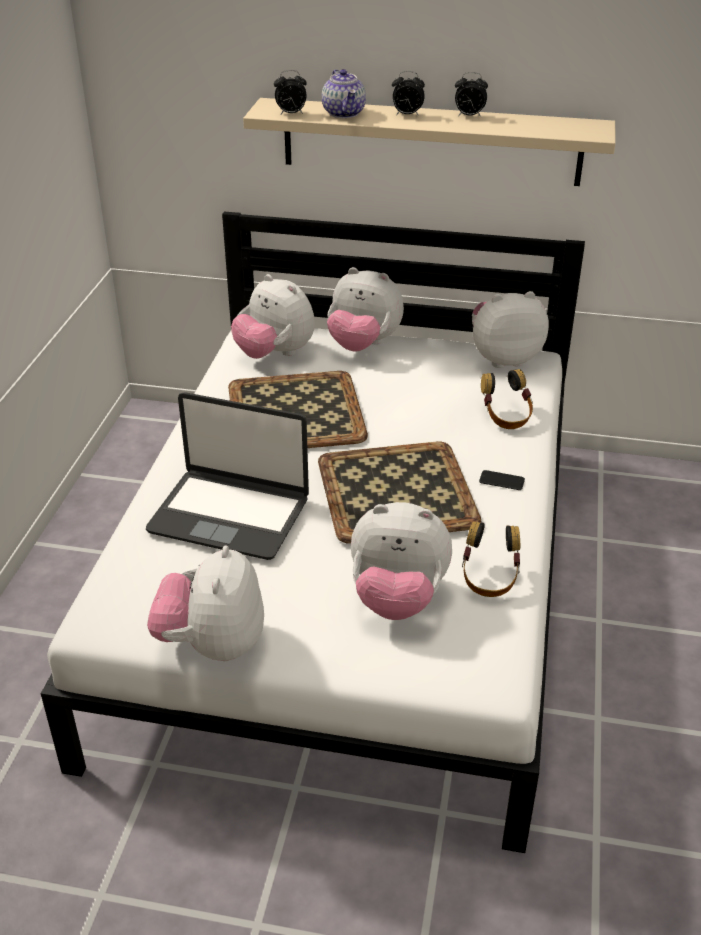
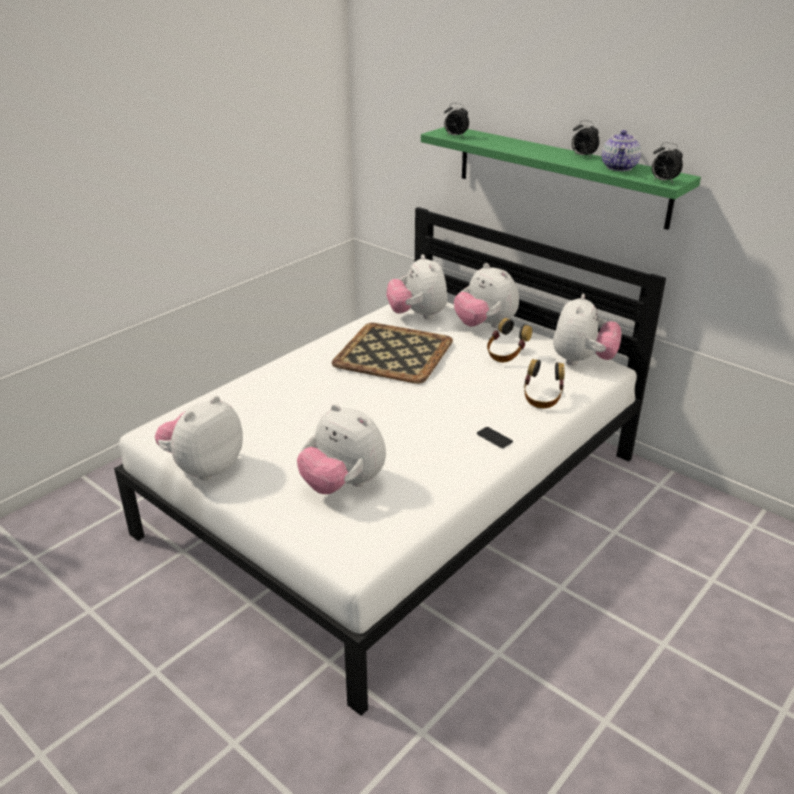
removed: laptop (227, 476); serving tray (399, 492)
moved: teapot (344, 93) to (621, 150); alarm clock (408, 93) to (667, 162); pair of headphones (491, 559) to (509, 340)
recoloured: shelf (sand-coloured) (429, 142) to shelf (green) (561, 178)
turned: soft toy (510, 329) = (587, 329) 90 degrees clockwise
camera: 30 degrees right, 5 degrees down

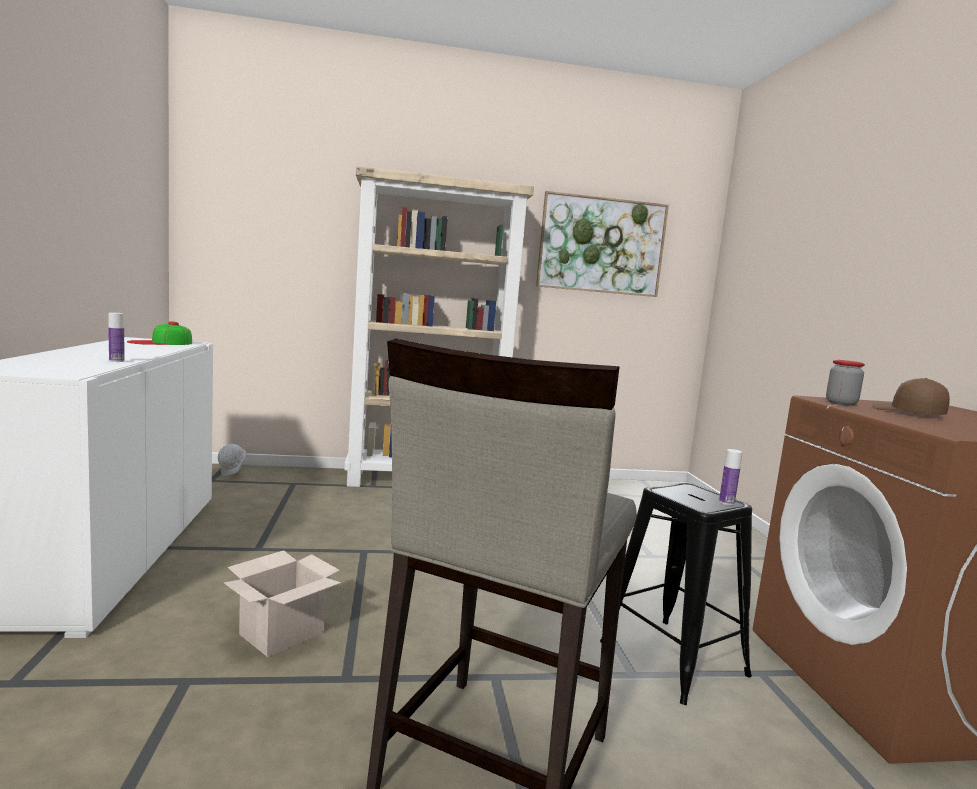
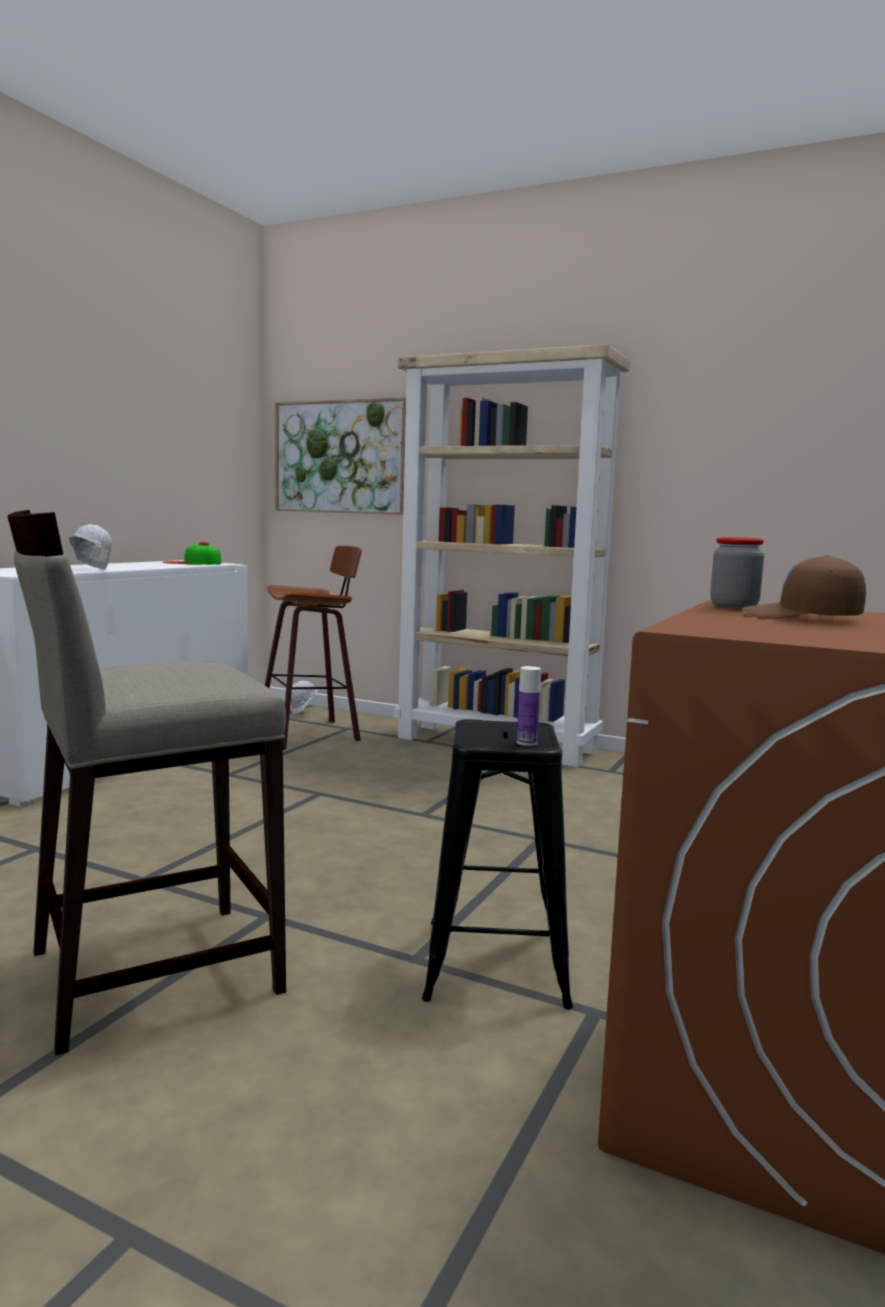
removed: carton (282, 603)
added: stool seat (313, 648)
moved: wall art (602, 244) to (340, 456)
replaced: drink bottle (116, 337) to work helmet (white) (90, 547)
turned: peaked cap (brown-coloured) (911, 396) = (804, 587) 75 degrees counterclockwise
camera: 35 degrees right, 0 degrees up

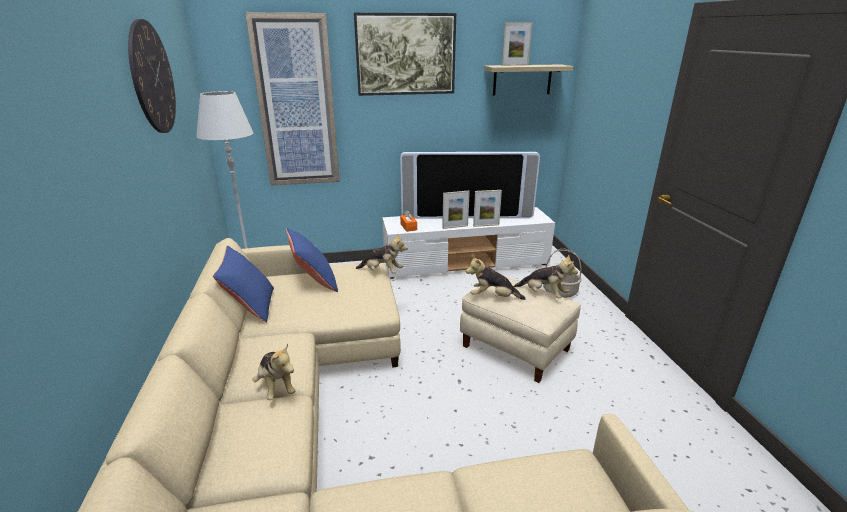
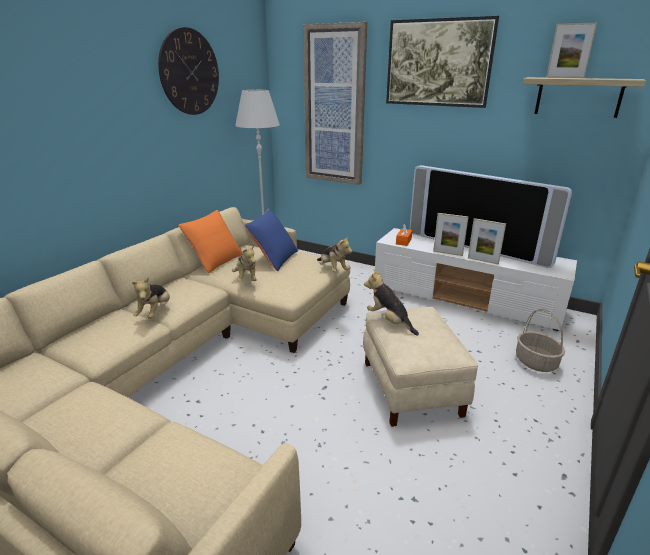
moved: soft toy (546, 276) to (244, 263)
recoloured: throw pillow (blue-coloured) (243, 284) to throw pillow (orangey) (210, 241)
camera: 40 degrees right, 0 degrees up

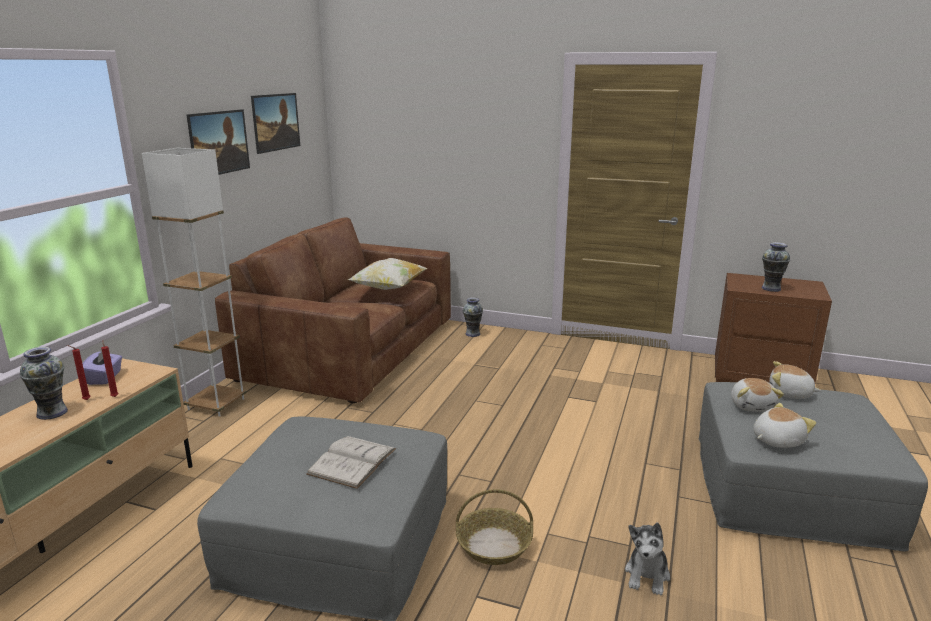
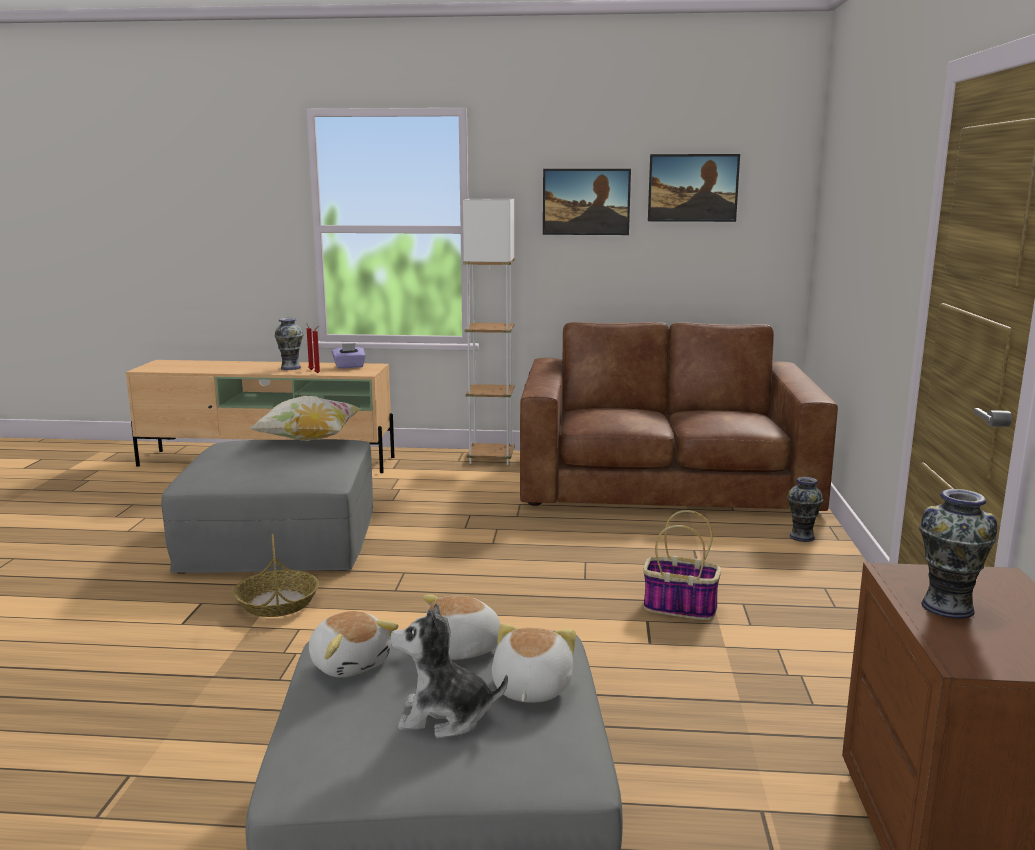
removed: bound book (white) (351, 462)
added: household basket (682, 565)
moved: throw pillow (387, 274) to (304, 418); soft toy (647, 559) to (449, 670)
camera: 75 degrees right, 5 degrees down

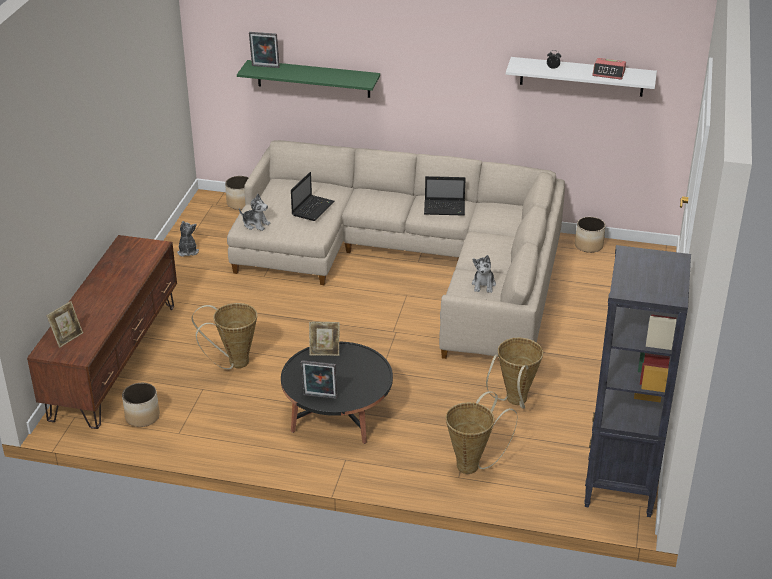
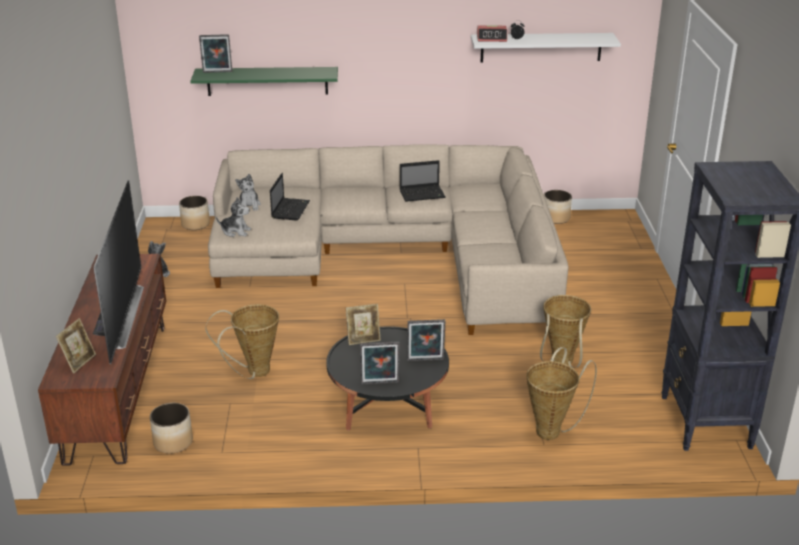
added: television (118, 272); standing frame (426, 340)
moved: soft toy (484, 274) to (248, 192); alarm clock (609, 69) to (492, 33)
camera: 15 degrees left, 5 degrees down

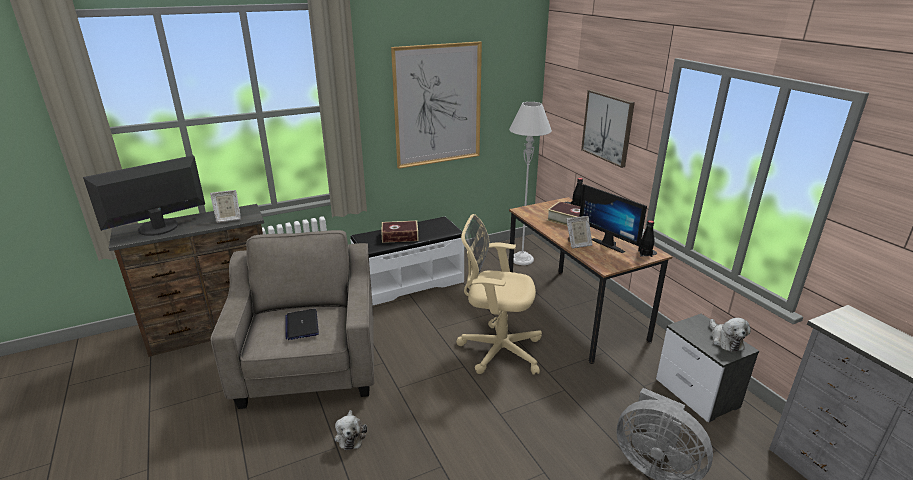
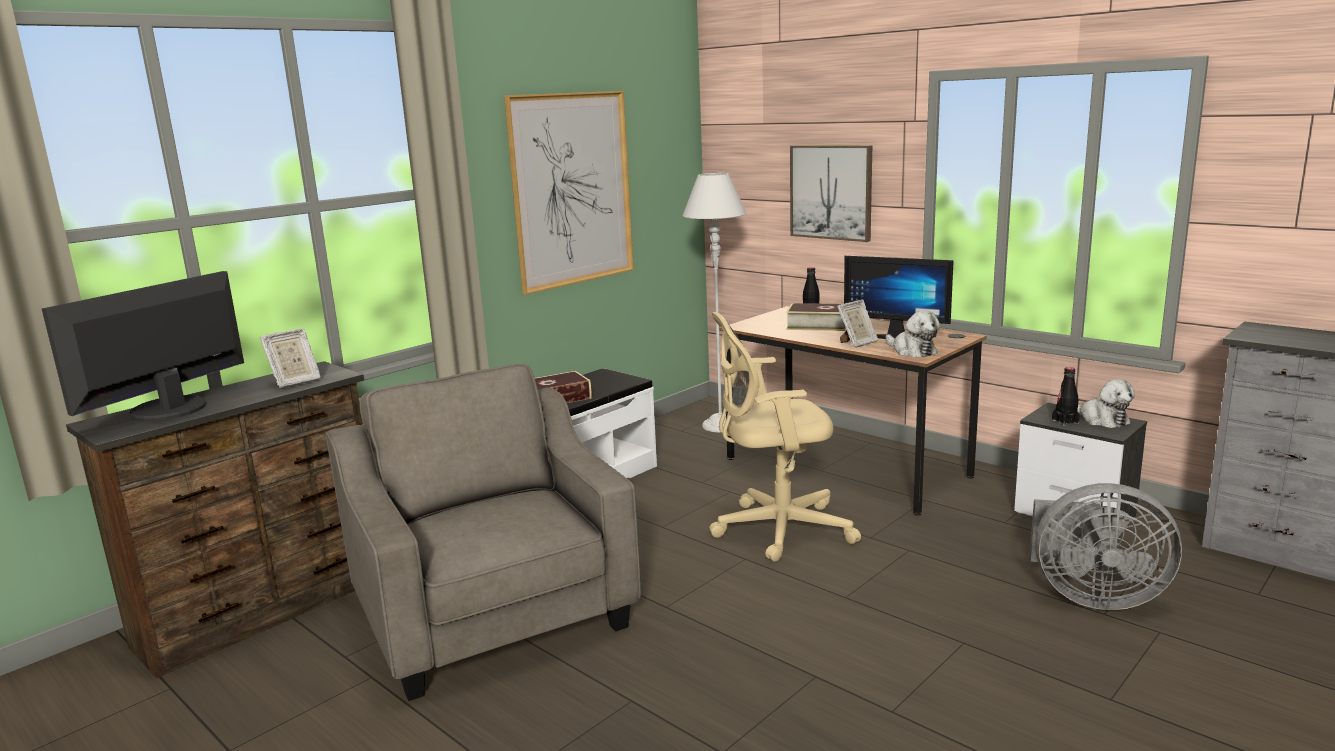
removed: laptop (302, 324)
moved: soft toy (350, 430) to (913, 334); drink bottle (black-coloured) (646, 238) to (1066, 396)
camera: 20 degrees left, 10 degrees down

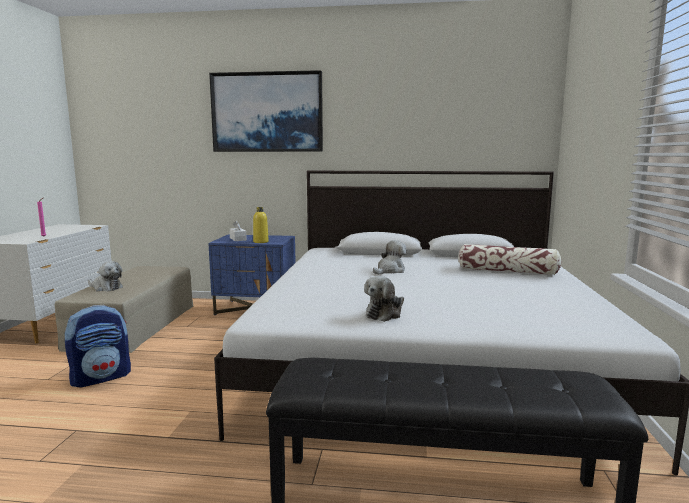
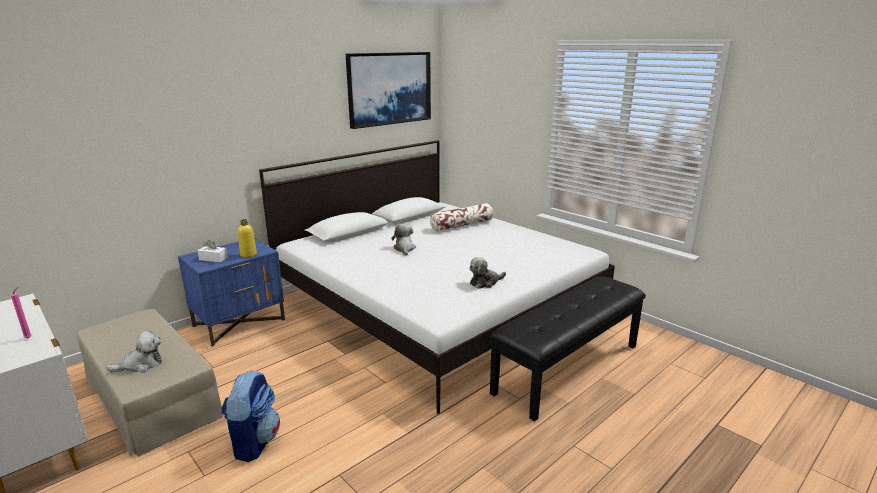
moved: wall art (266, 111) to (388, 90)
turned: soft toy (384, 299) = (487, 273) 75 degrees clockwise
camera: 50 degrees left, 10 degrees up

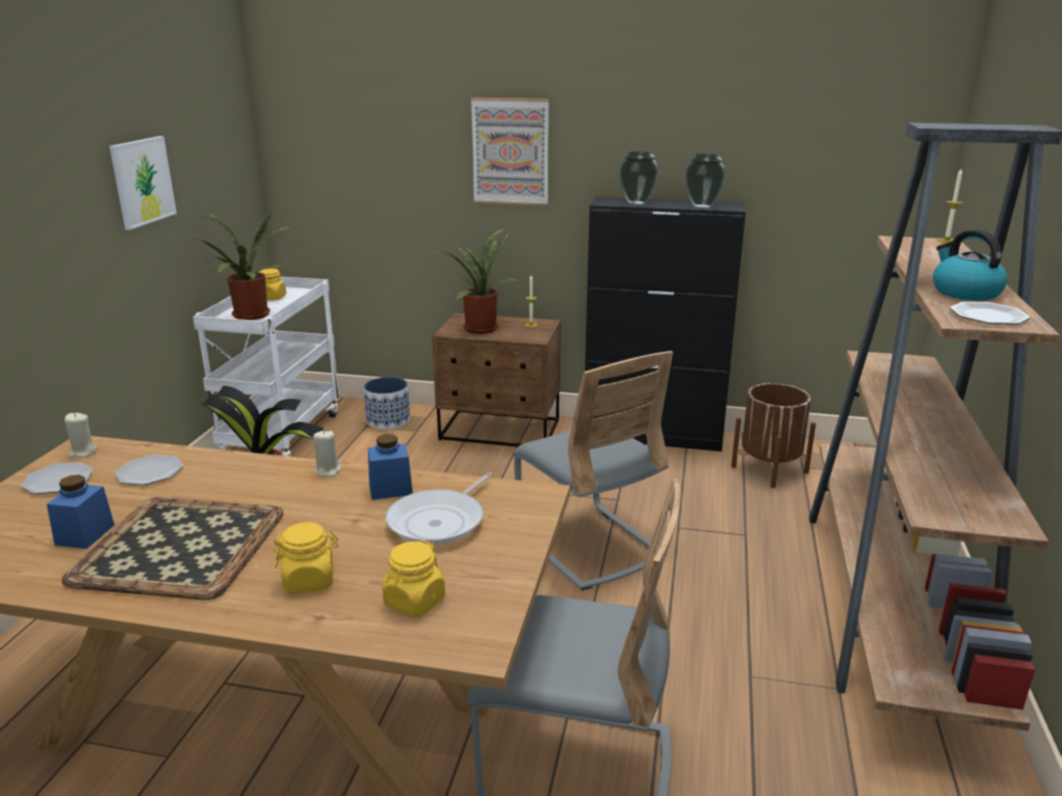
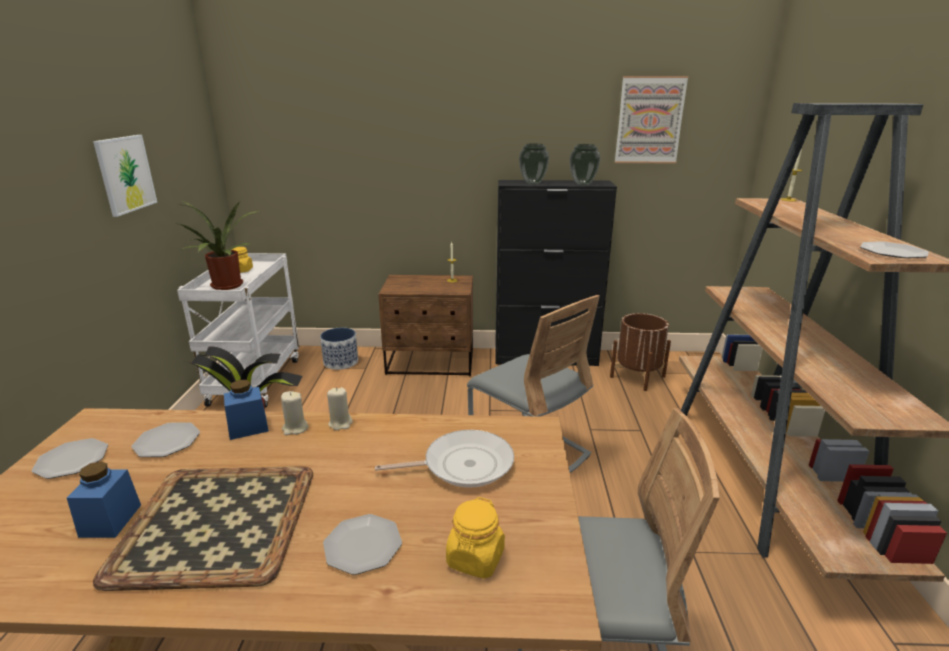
removed: plant in a pot (476, 281); kettle (970, 265)
moved: candle (sand-coloured) (81, 435) to (295, 413); jar (blue-coloured) (390, 467) to (246, 410); wall art (510, 151) to (652, 119)
replaced: jar (yellow-coloured) (306, 557) to plate (362, 544)
turned: pan (439, 508) = (444, 459) 120 degrees counterclockwise
camera: 10 degrees left, 0 degrees up

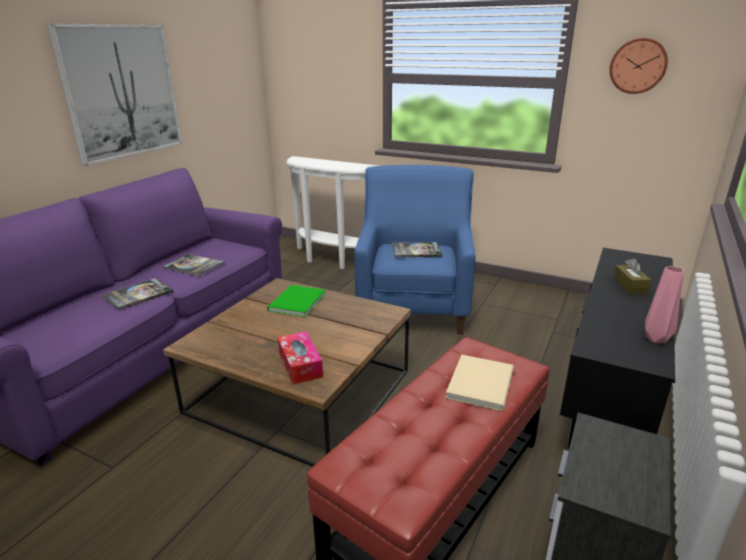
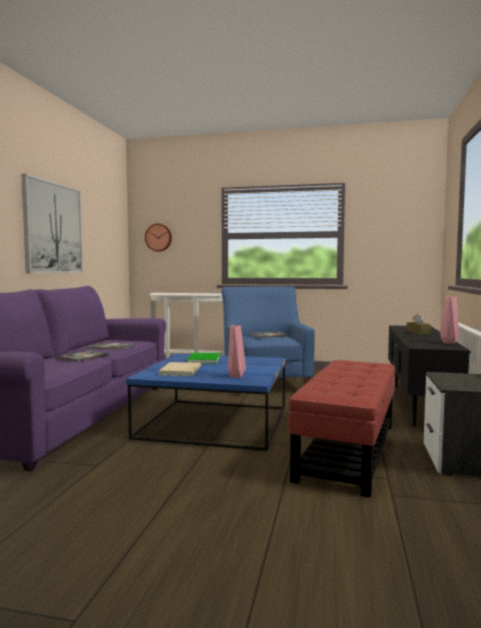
moved: bound book (sand-coloured) (480, 382) to (180, 369); clock on the wall (639, 66) to (158, 238)
replaced: tissue box (300, 358) to vase (pink) (237, 351)
recoloured: lounge table (brown-coloured) (287, 372) to lounge table (blue-coloured) (206, 402)
camera: 15 degrees left, 20 degrees down

